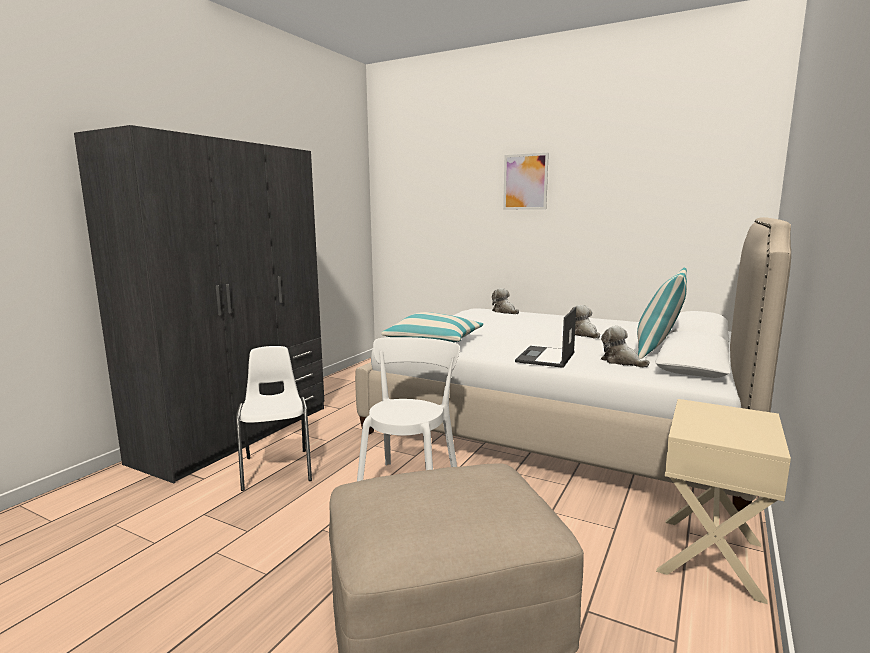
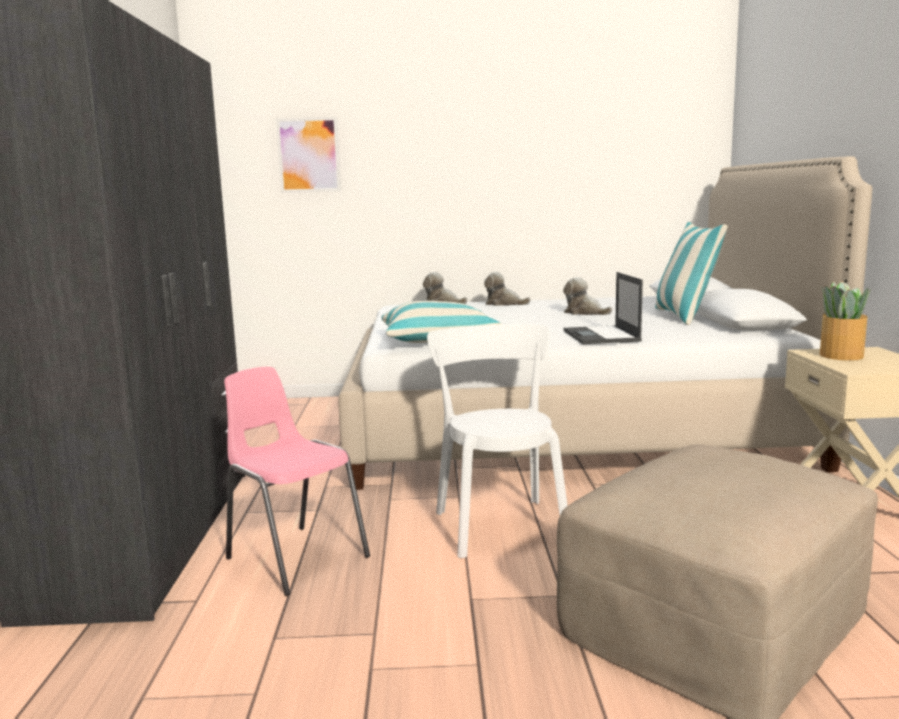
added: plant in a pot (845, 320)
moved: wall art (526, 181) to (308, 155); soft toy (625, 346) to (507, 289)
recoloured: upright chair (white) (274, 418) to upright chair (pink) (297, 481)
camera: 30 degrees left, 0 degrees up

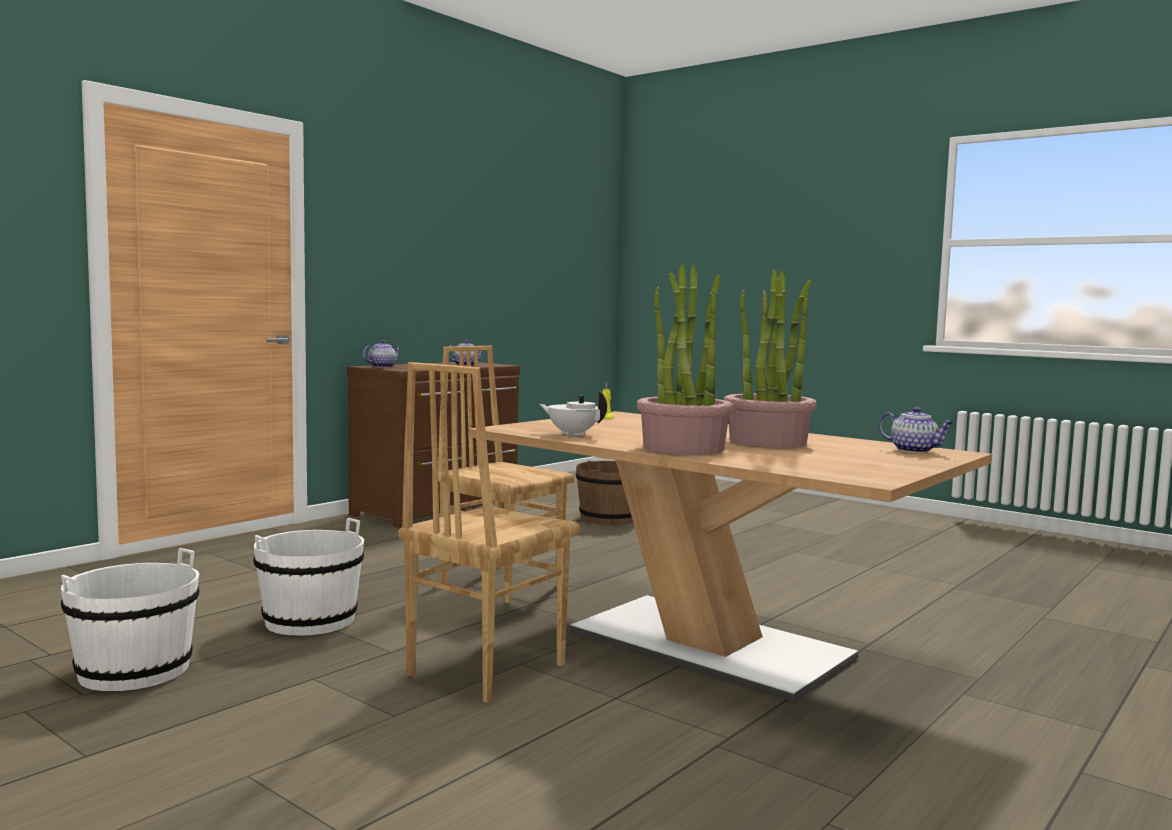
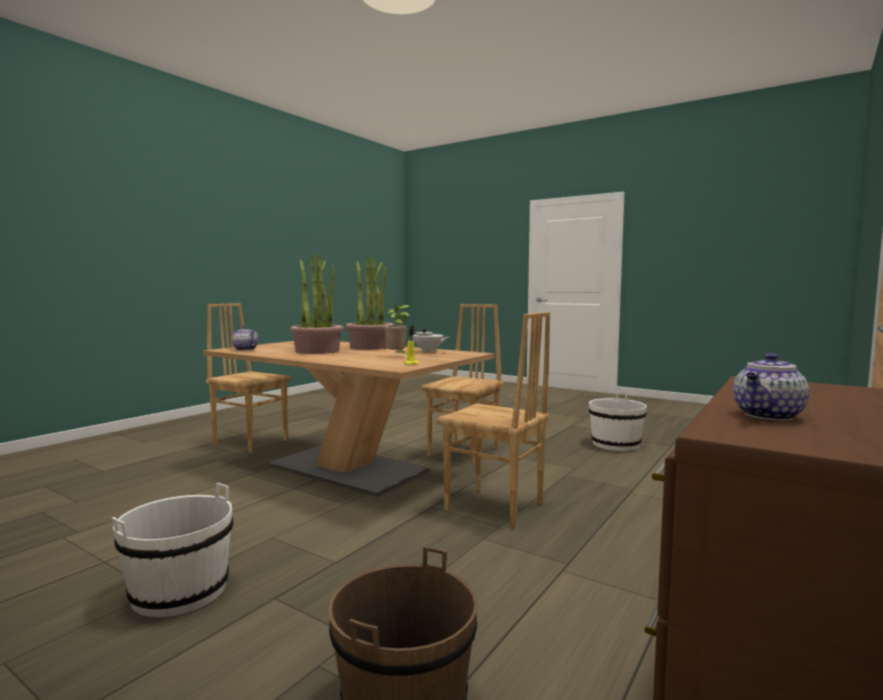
removed: teapot (382, 354)
added: upright chair (brown-coloured) (248, 378); plant in a pot (397, 329)
moved: water bucket (white) (308, 577) to (172, 550)
camera: 175 degrees right, 0 degrees up

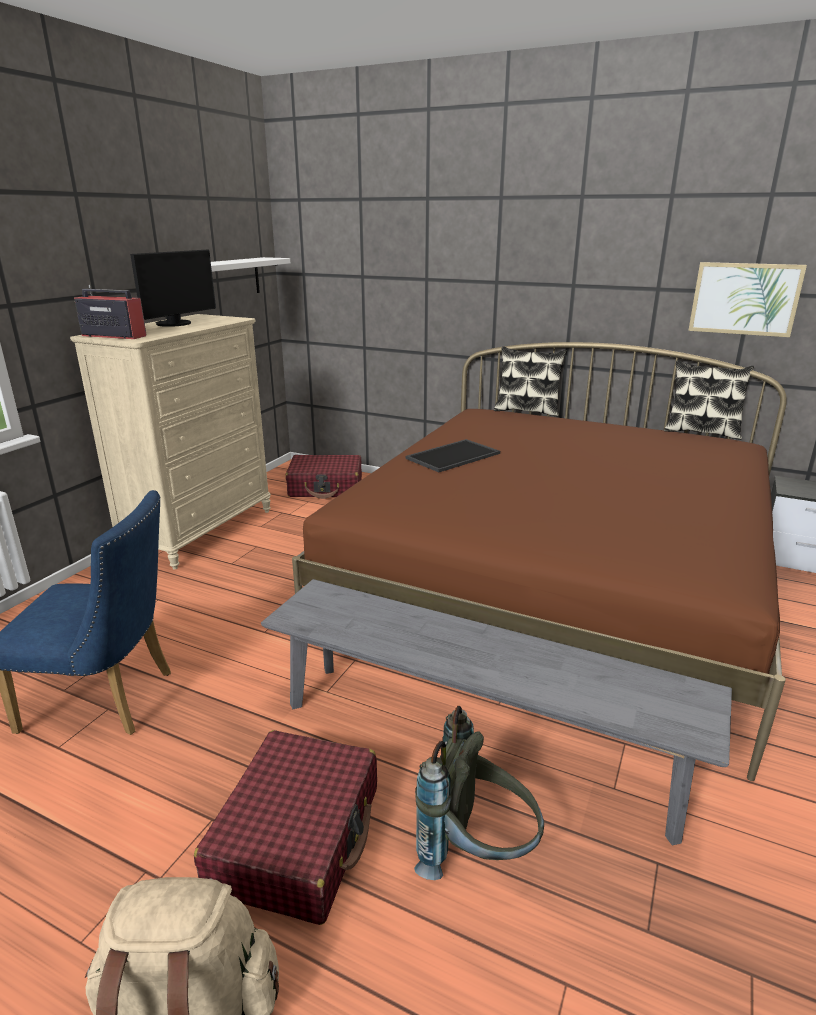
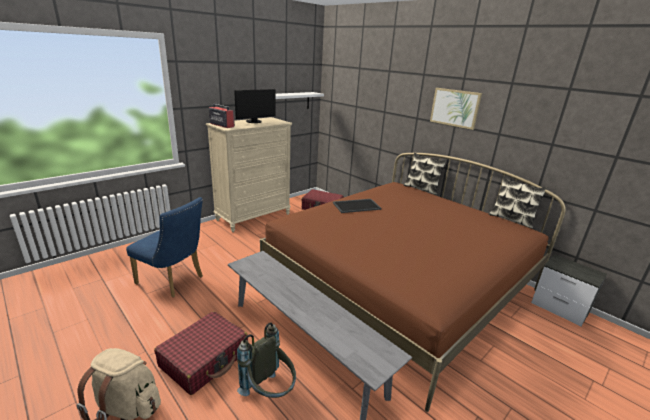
moved: wall art (747, 299) to (456, 109)
camera: 20 degrees right, 0 degrees up

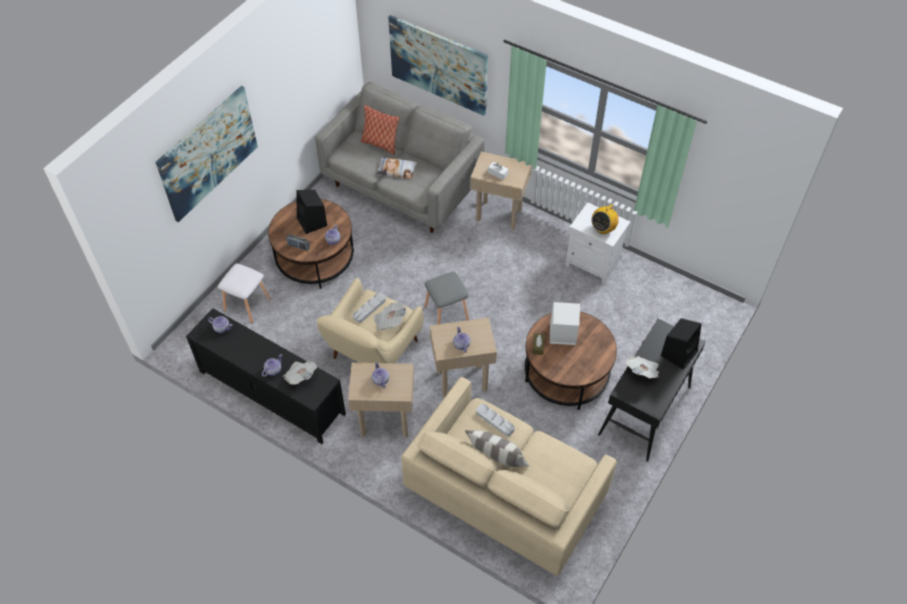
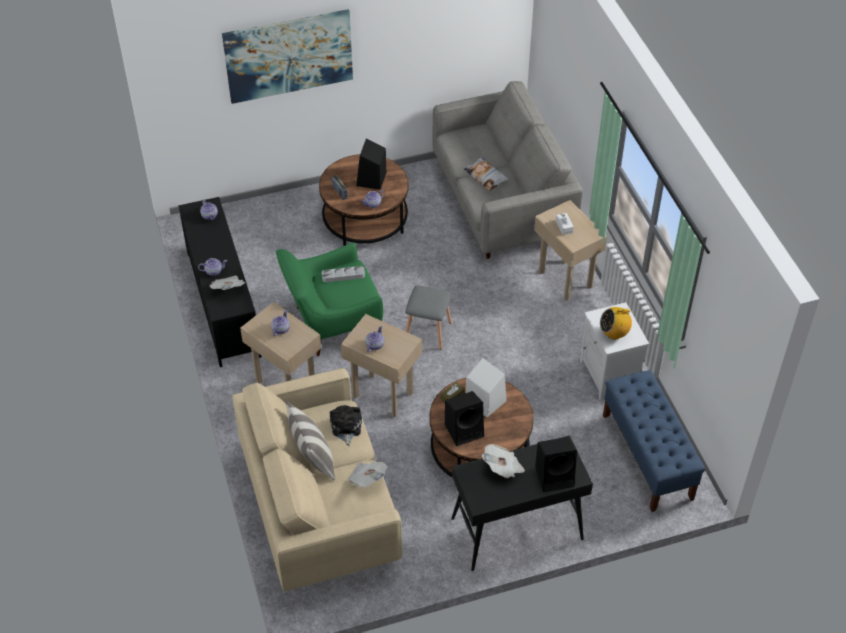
removed: stool seat (white) (244, 293); throw pillow (380, 130); wall art (438, 65)
added: speaker (black-coloured) (464, 418); long seat (blue-coloured) (654, 441)
moved: printed paper (390, 316) to (367, 474)
replaced: serving tray (greyish) (495, 420) to soft toy (345, 425)
recoloured: easy chair (sand-coloured) (370, 320) to easy chair (green) (329, 299)
camera: 40 degrees right, 5 degrees down

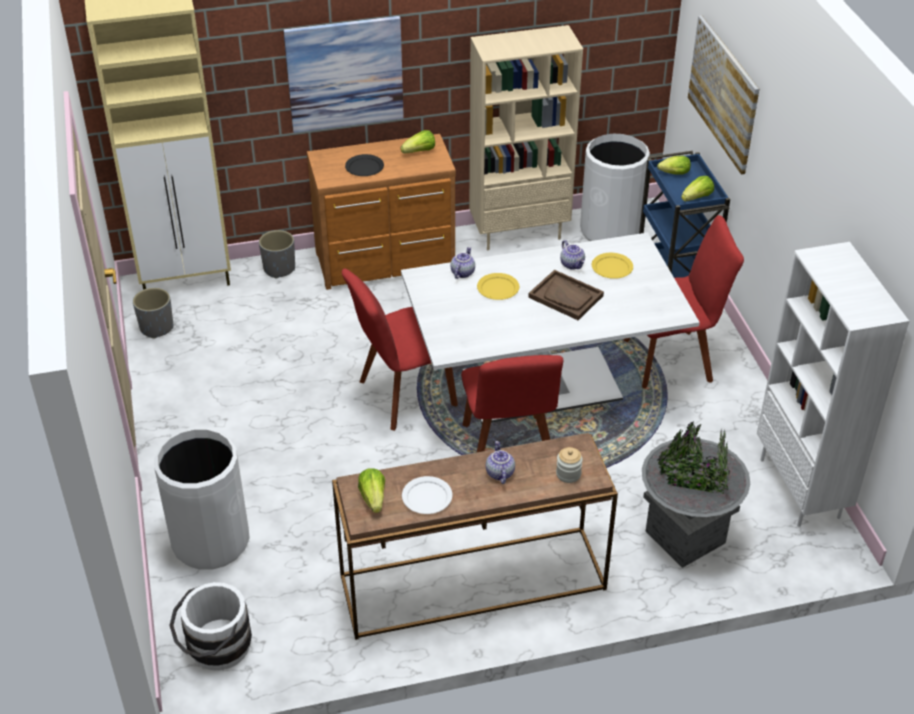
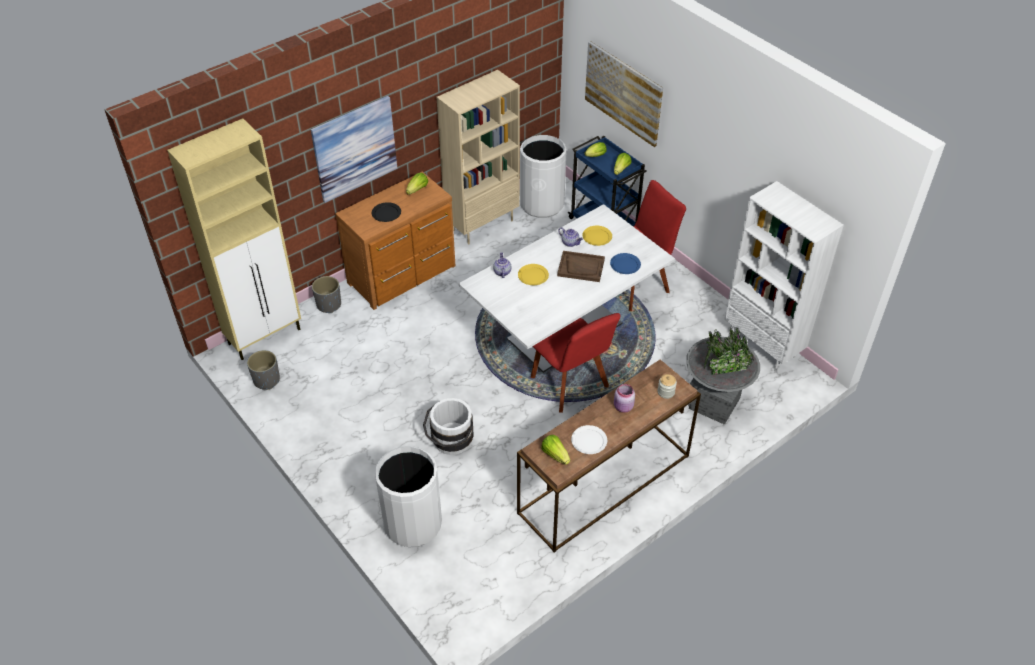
removed: upright chair (red) (400, 349)
added: plate (blue-coloured) (625, 263)
moved: water bucket (white) (210, 626) to (448, 426)
replaced: teapot (500, 462) to jar (pink) (624, 398)
camera: 25 degrees left, 5 degrees up

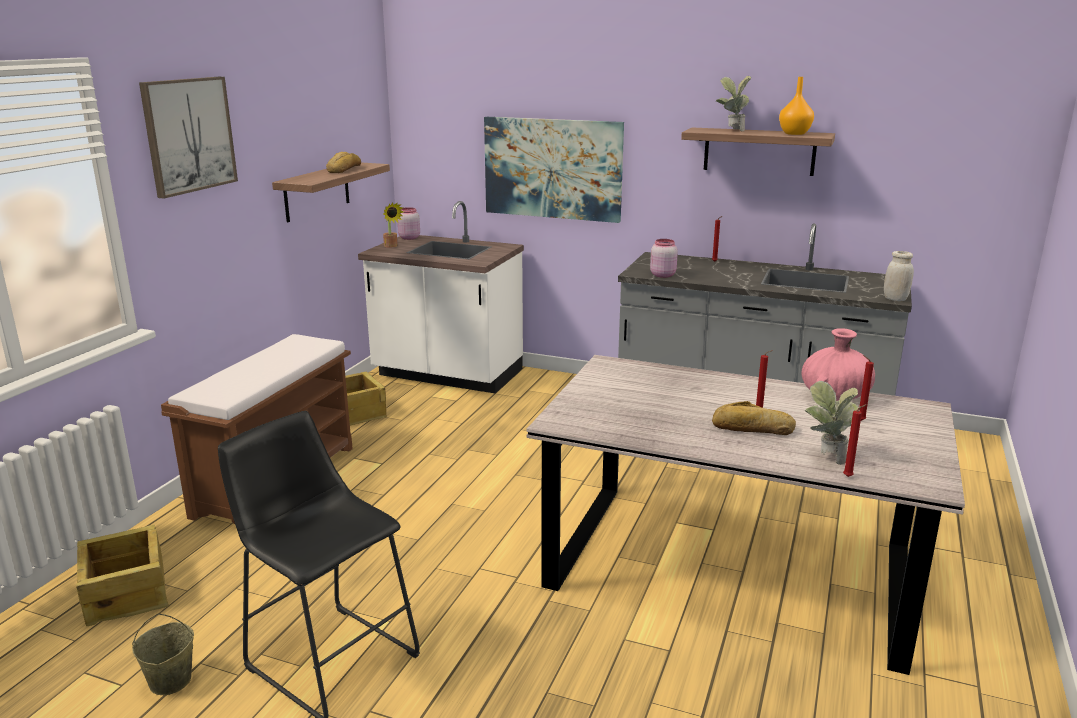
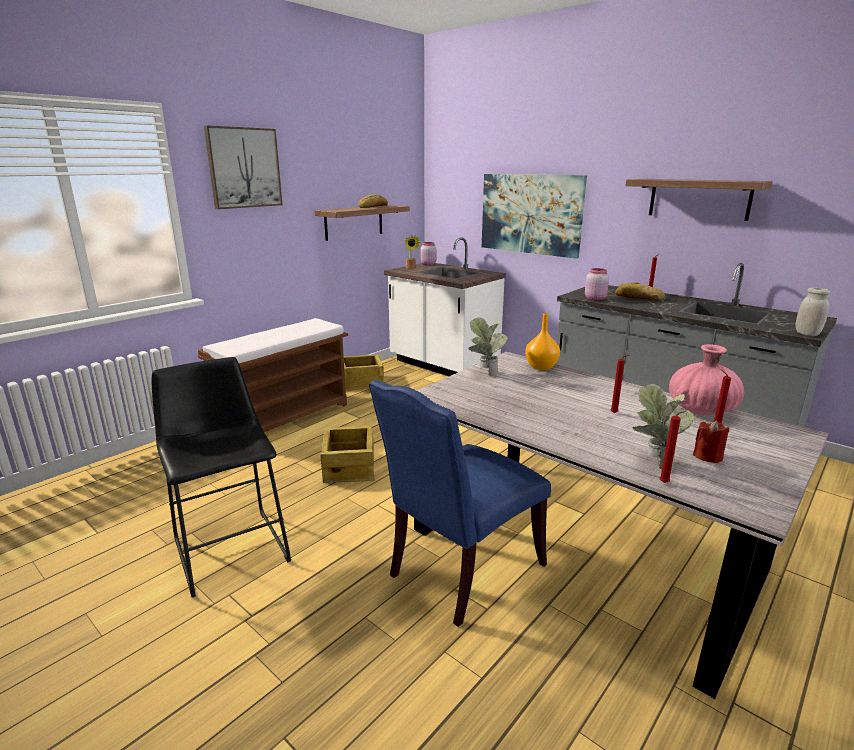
removed: water bucket (sand-coloured) (163, 654)
added: upright chair (blue-coloured) (460, 503); candle (red) (711, 442)
moved: packing crate (122, 575) to (347, 454); baked bread (754, 418) to (640, 291); plant in a pot (733, 103) to (488, 346); vase (orangey) (796, 106) to (542, 341)
camera: 20 degrees right, 0 degrees up

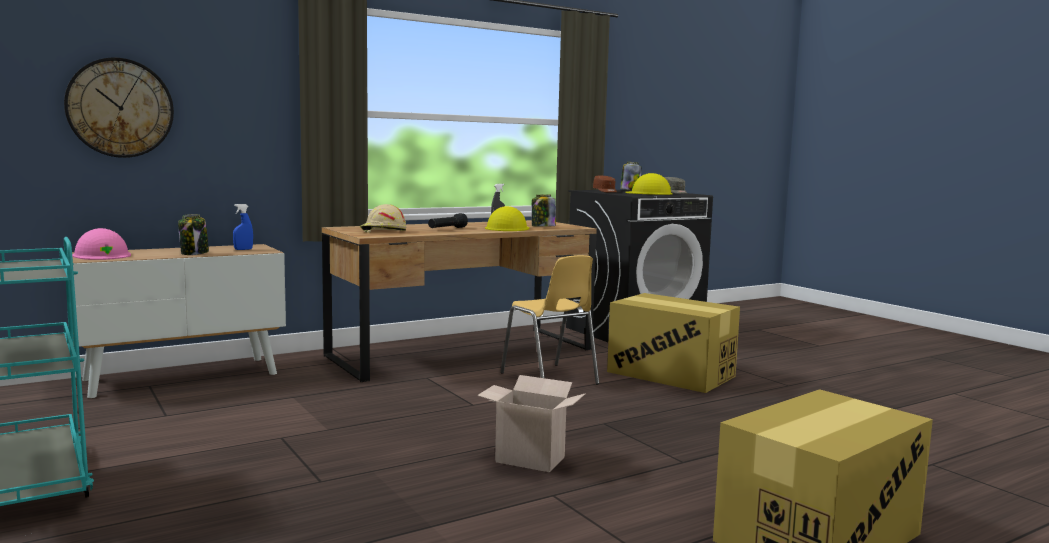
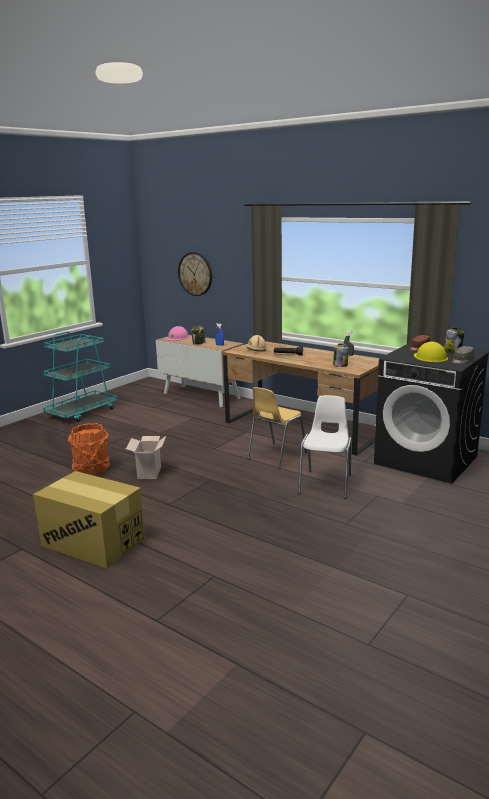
removed: work helmet (yellow-coloured) (507, 218)
added: water bucket (orangey) (89, 449)
replaced: carton (673, 343) to upright chair (white) (325, 447)
camera: 70 degrees right, 10 degrees up

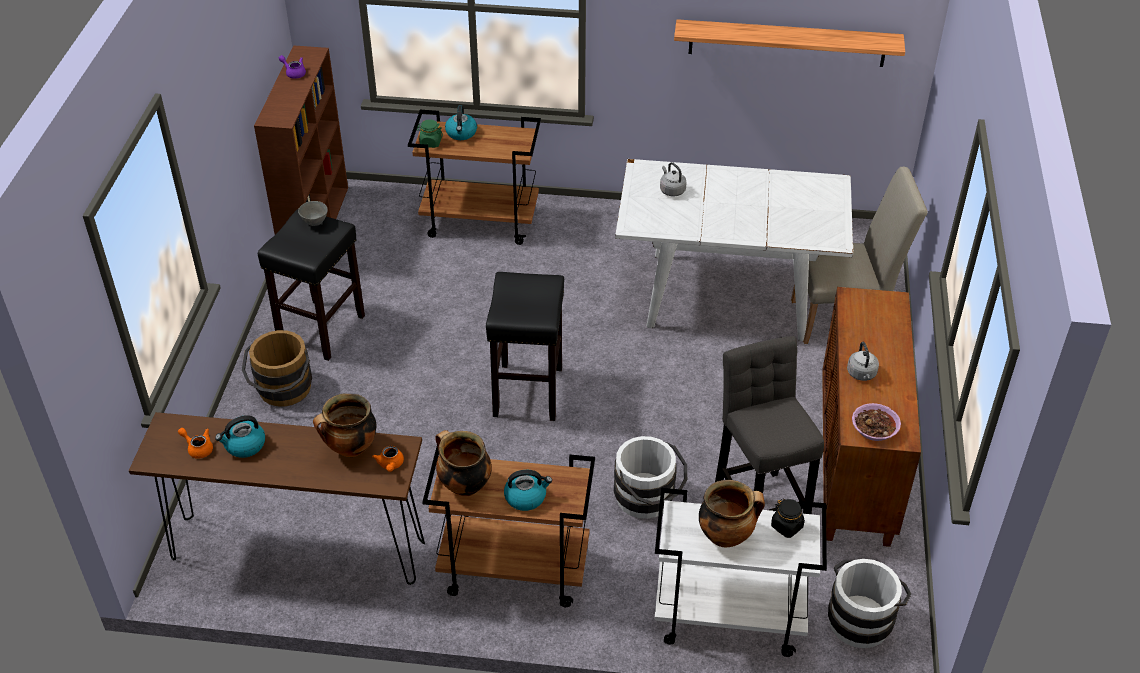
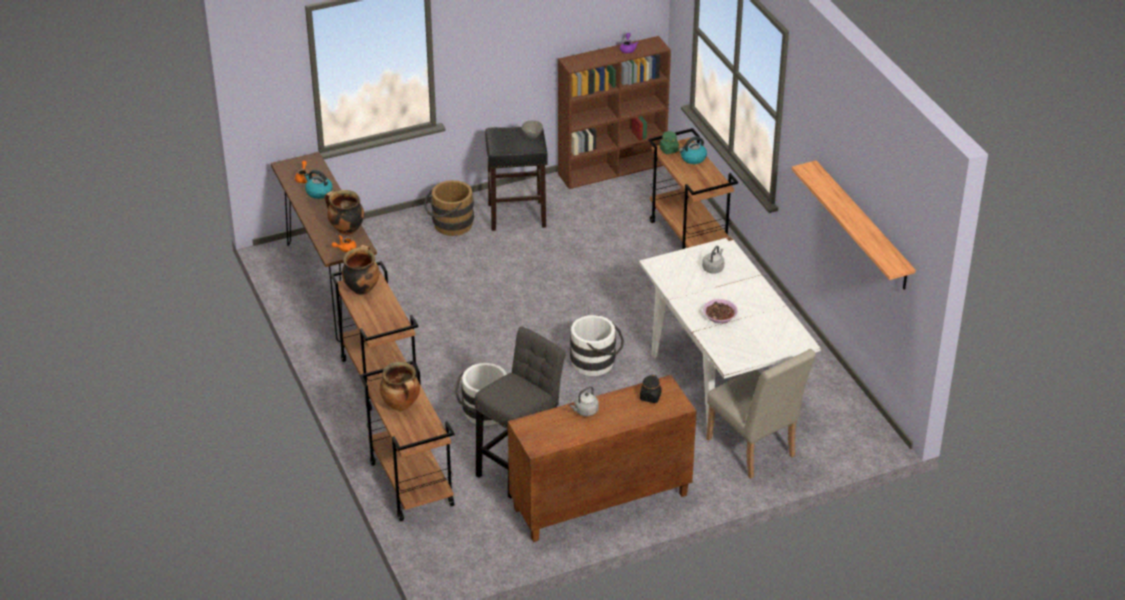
removed: stool seat (black-coloured) (525, 346); kettle (528, 490)
moved: jar (black-coloured) (788, 518) to (651, 389); water bucket (white) (869, 603) to (597, 345); serving bowl (876, 422) to (720, 311)
recoloured: wheeled cart (white) (740, 572) to wheeled cart (brown-coloured) (406, 440)
camera: 60 degrees right, 5 degrees down

